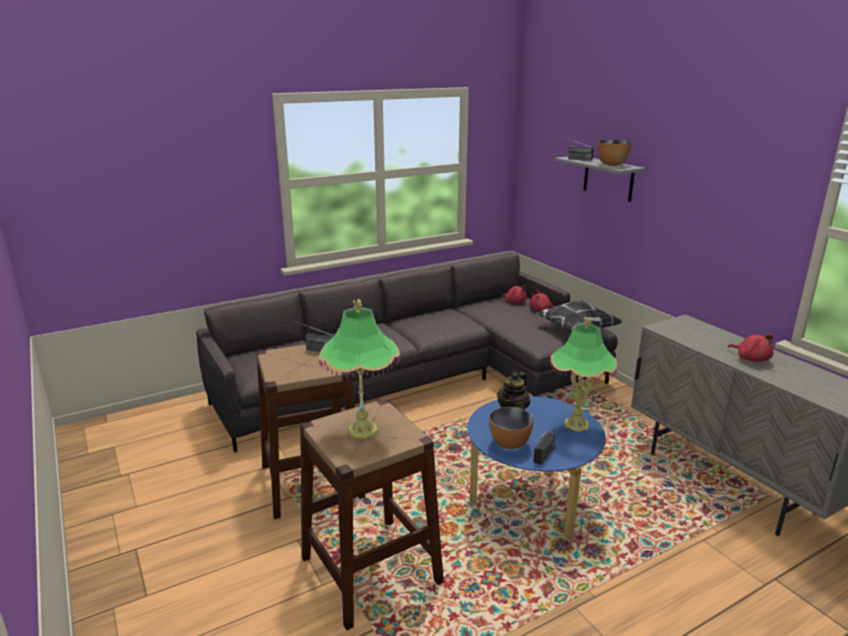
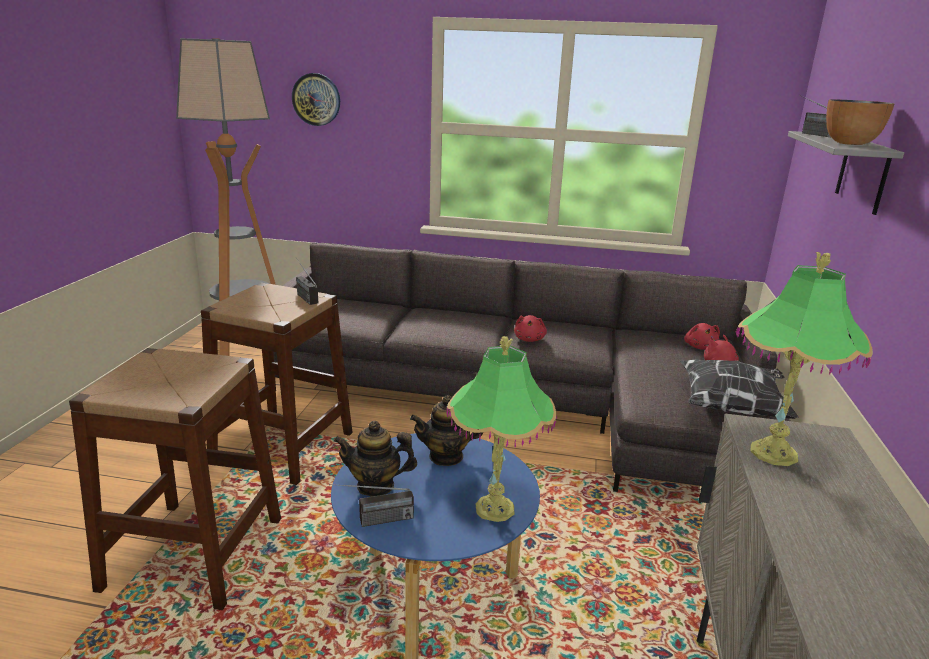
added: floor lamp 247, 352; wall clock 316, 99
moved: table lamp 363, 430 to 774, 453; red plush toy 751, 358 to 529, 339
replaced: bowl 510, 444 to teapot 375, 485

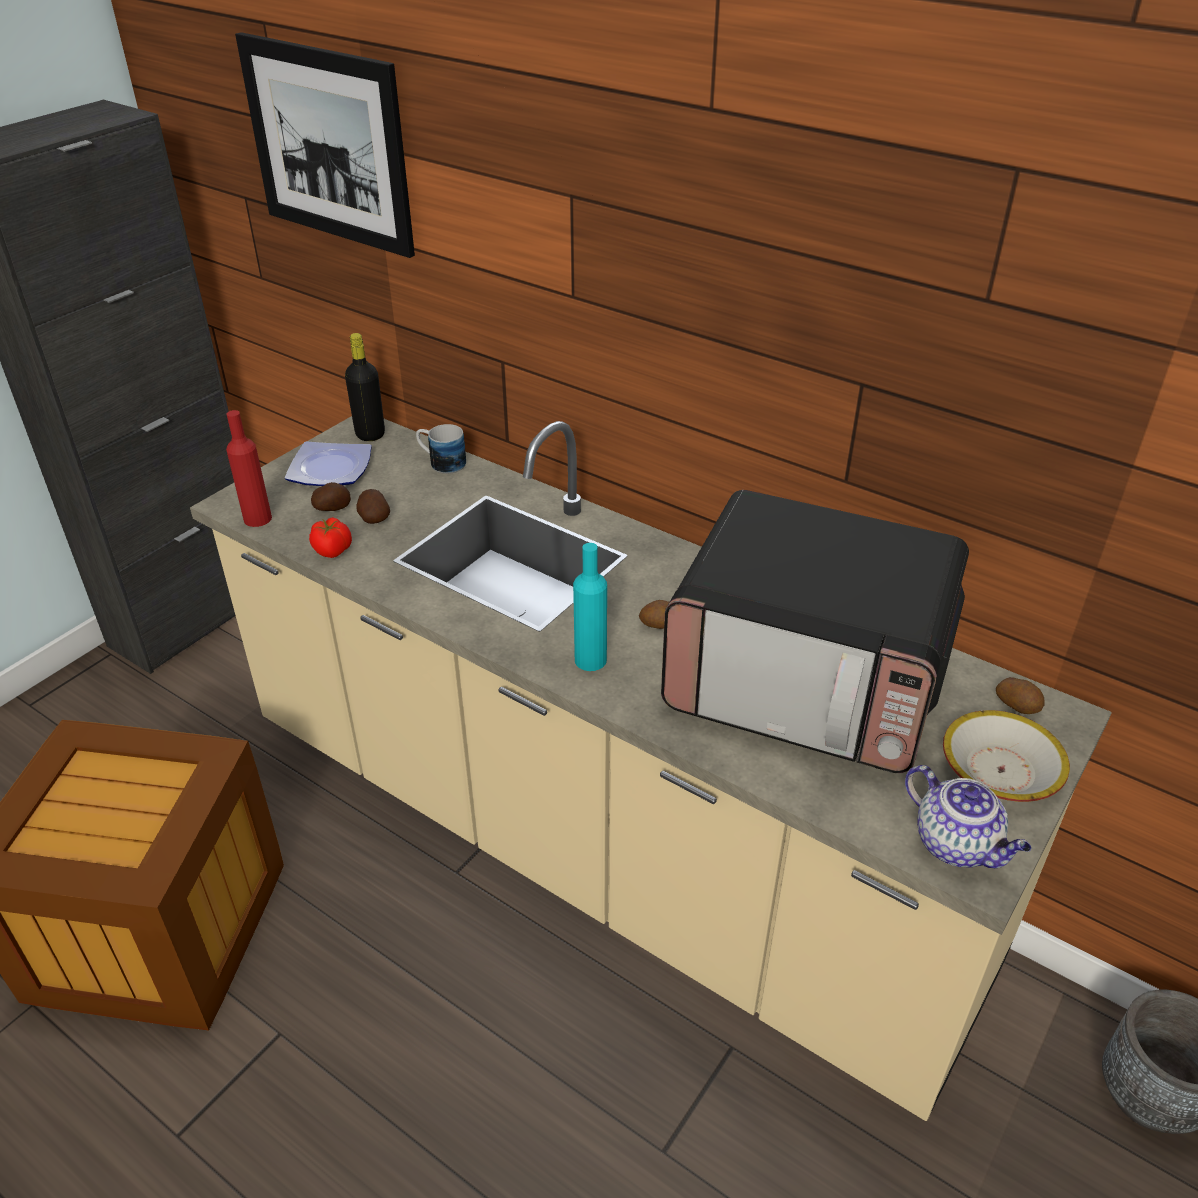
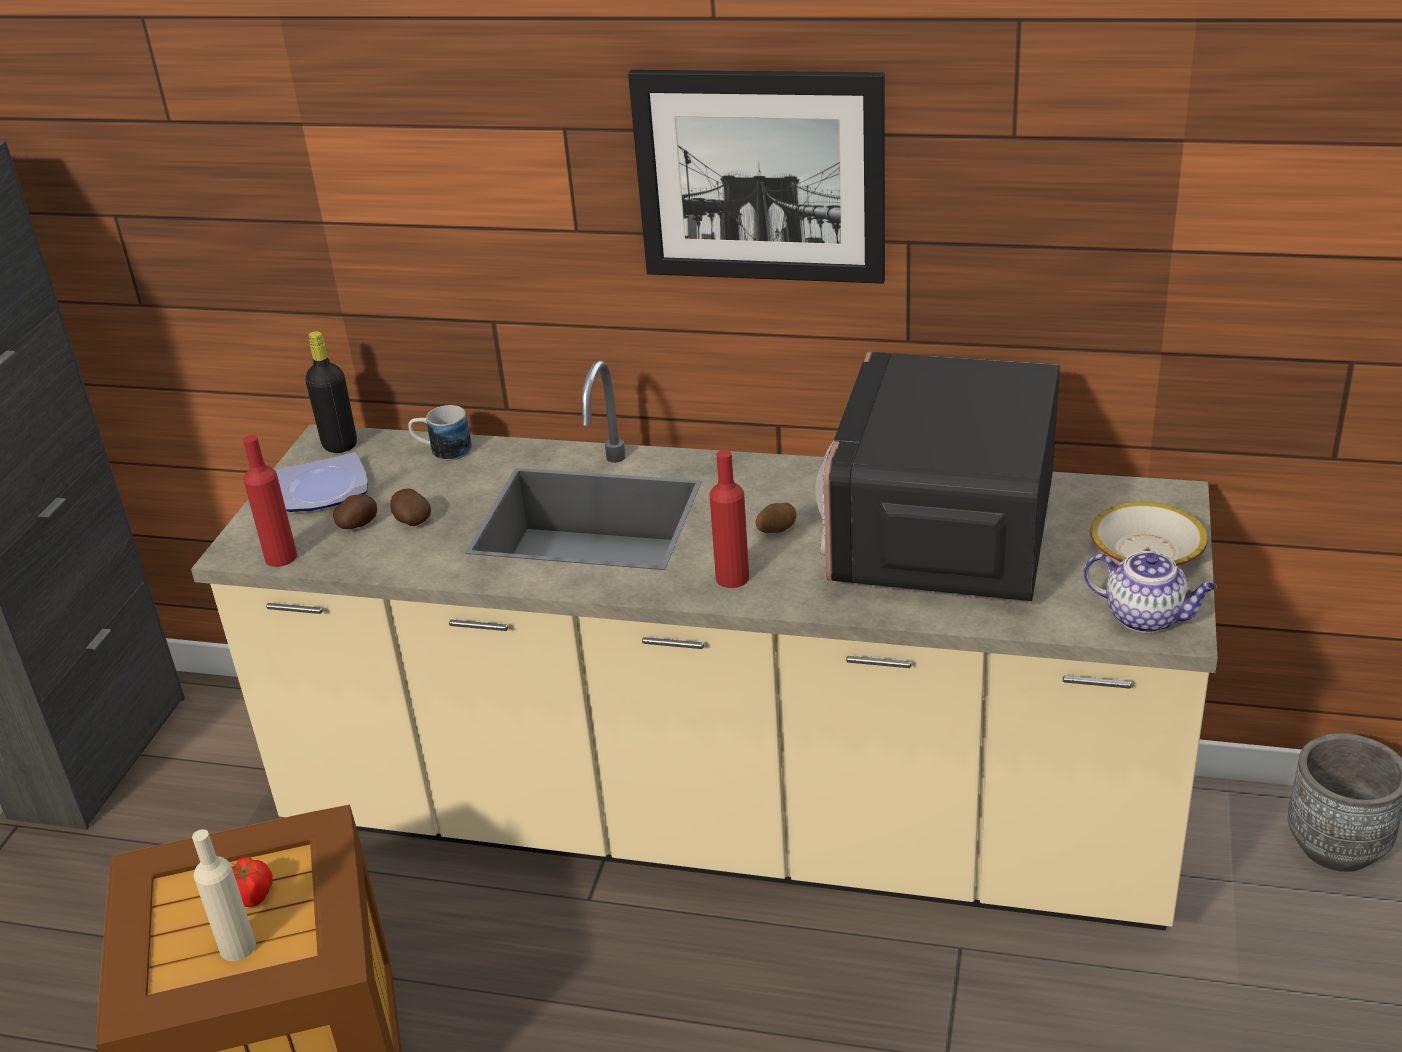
removed: potato 1017, 705
added: beige bottle 237, 947
moved: picture 328, 145 to 760, 177; tomato 333, 551 to 252, 896
recoloured: turquoise bottle 590, 660 to red bottle 732, 578
turned: microwave 808, 682 = 943, 535 105 degrees clockwise

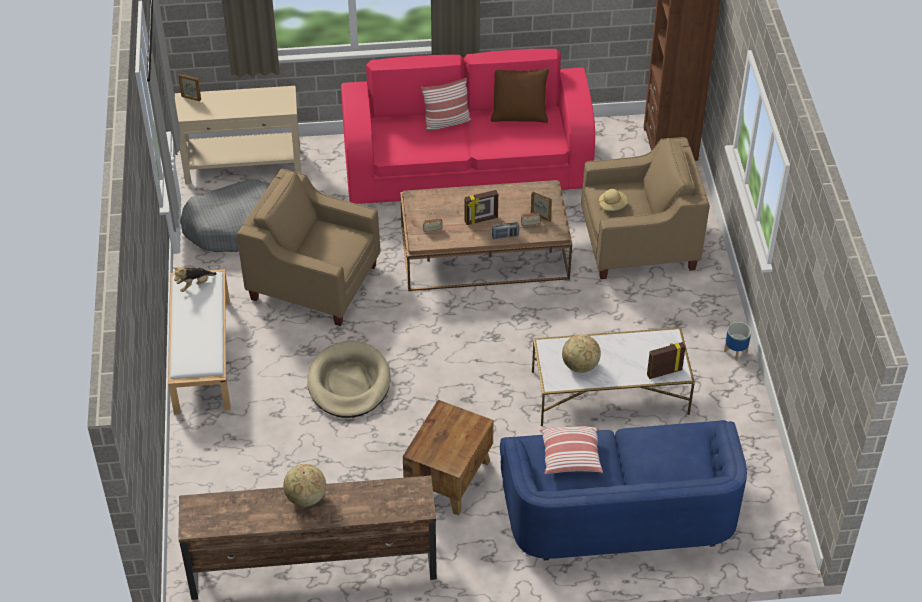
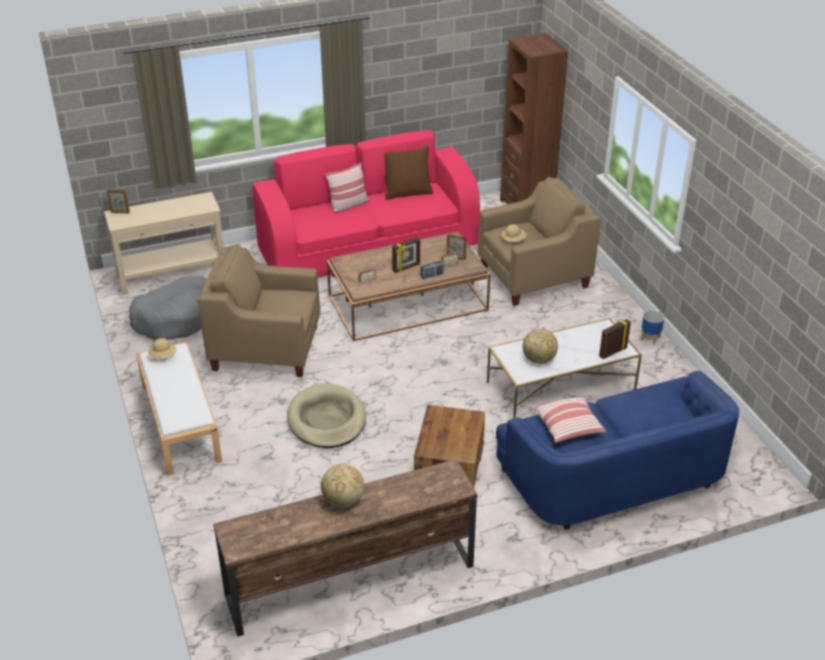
replaced: plush toy 194, 285 to beige hat 163, 356

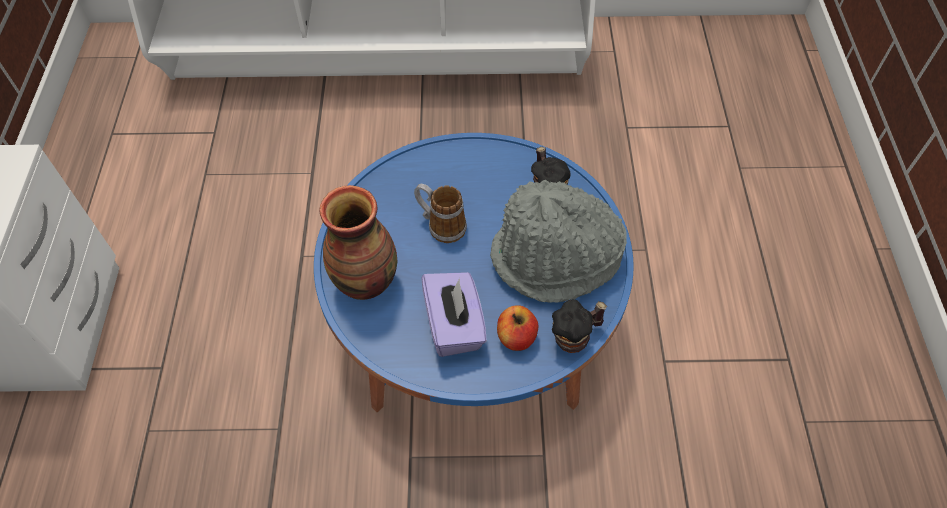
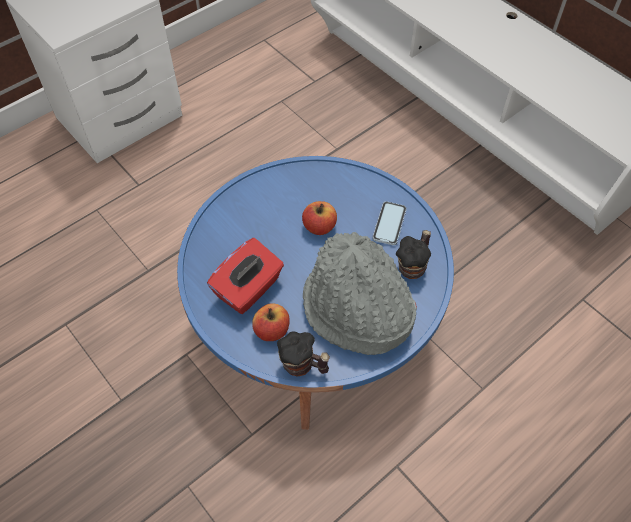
removed: vase 367, 280
added: phone 389, 224
replaced: mug 440, 225 to apple 319, 227
recoloured: purple tissue box 454, 326 to red tissue box 249, 289

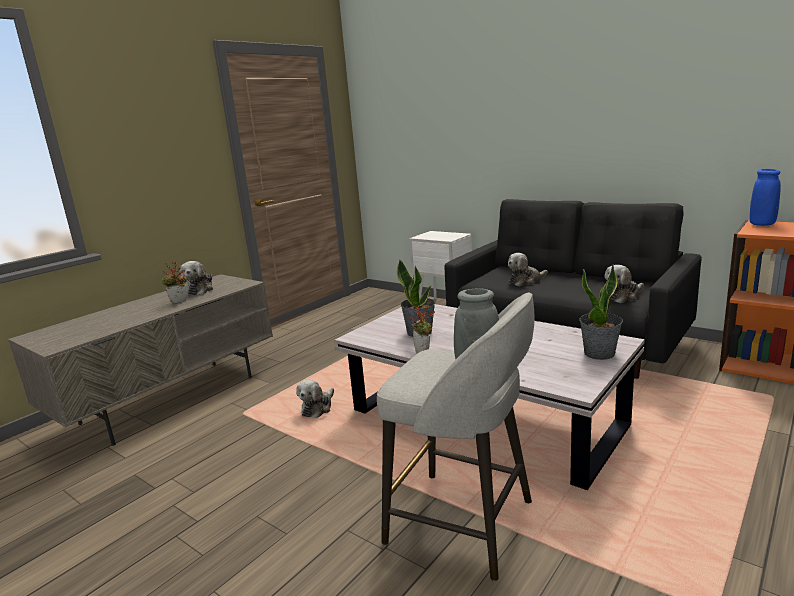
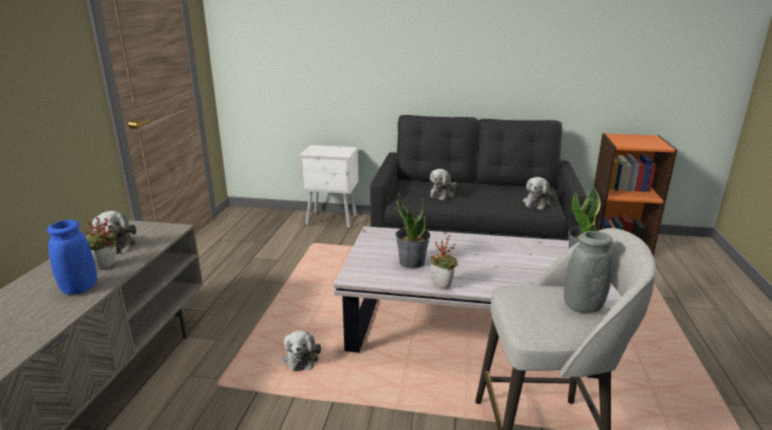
moved: blue vase 762, 224 to 80, 288

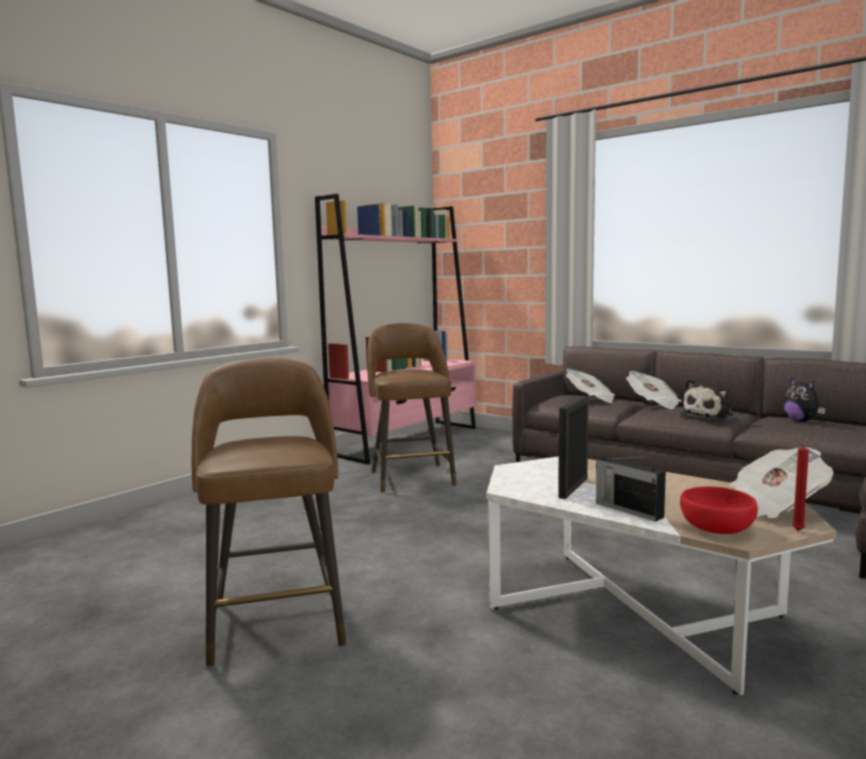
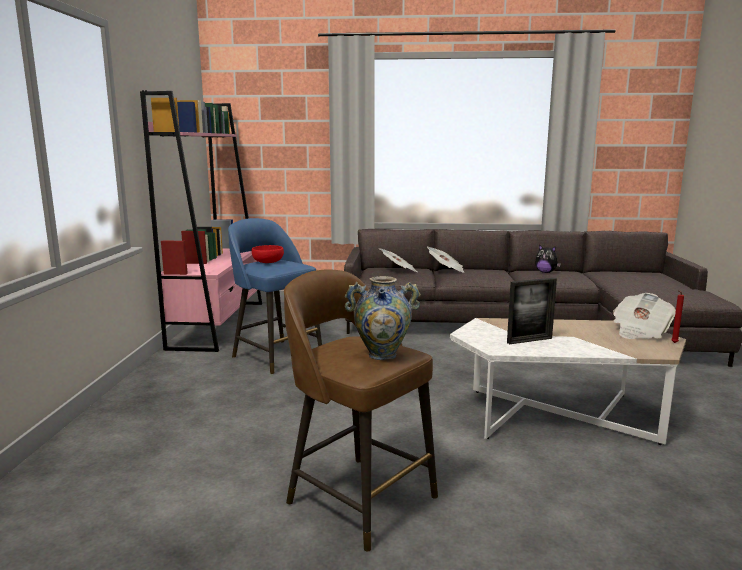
removed: radio 627, 509; plush toy 710, 416
added: vase 382, 355
moved: red bowl 715, 528 to 267, 262
recoloured: brown stool 411, 477 to blue stool 276, 356
turned: picture frame 573, 488 = 529, 340 105 degrees counterclockwise

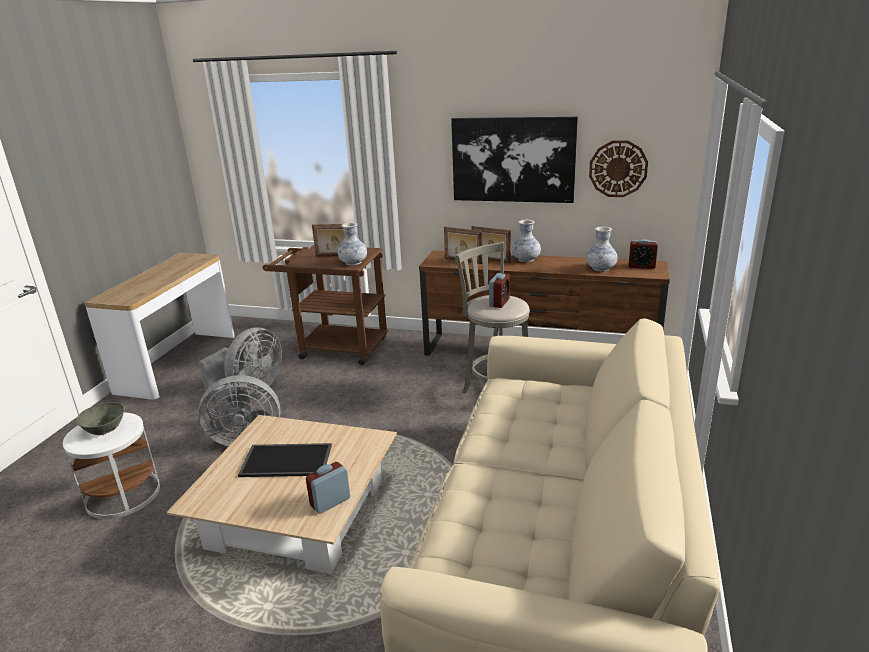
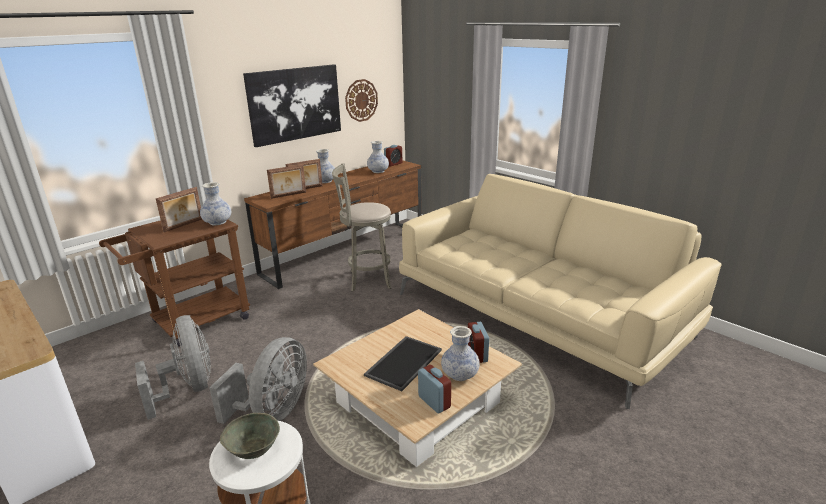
added: vase 460, 374
moved: alarm clock 499, 303 to 434, 402

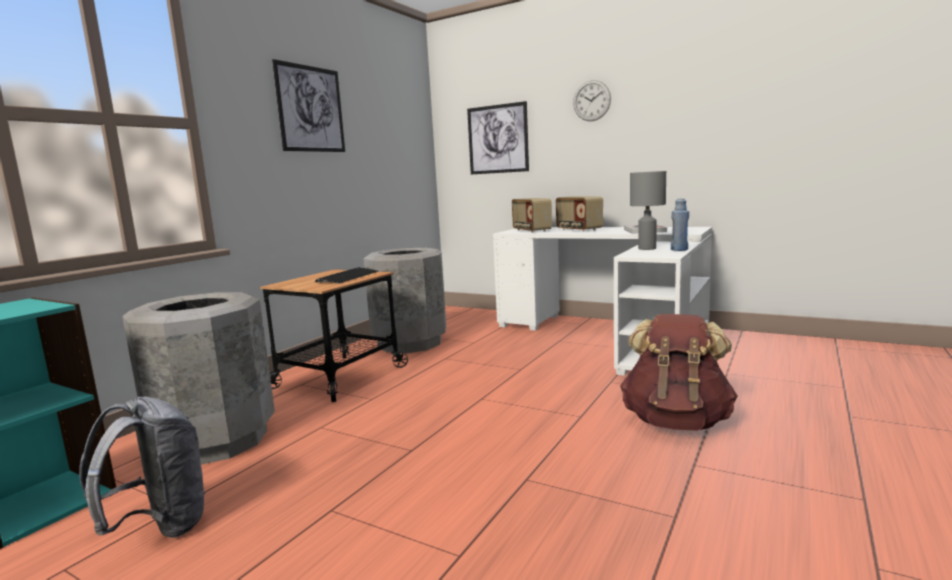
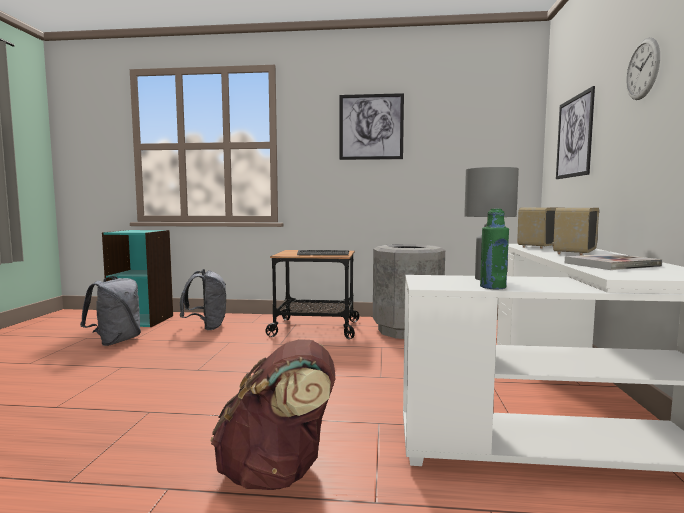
replaced: grey trash can 214, 441 to grey backpack 206, 327
recoloured: blue bottle 679, 249 to green bottle 493, 287

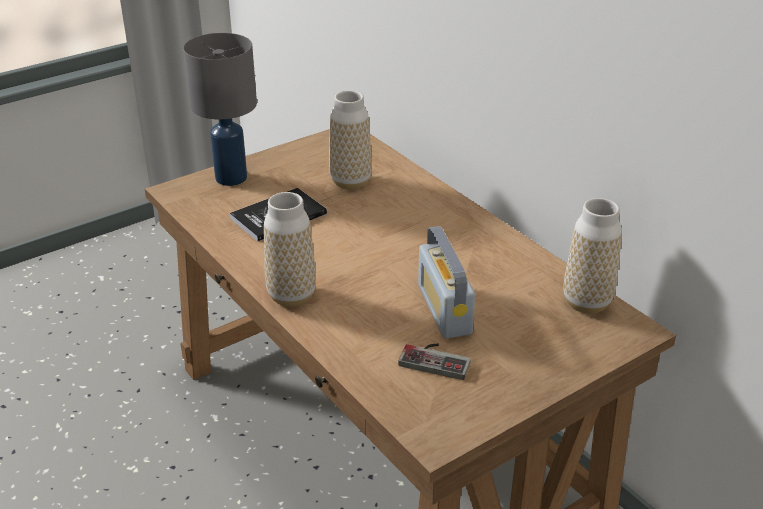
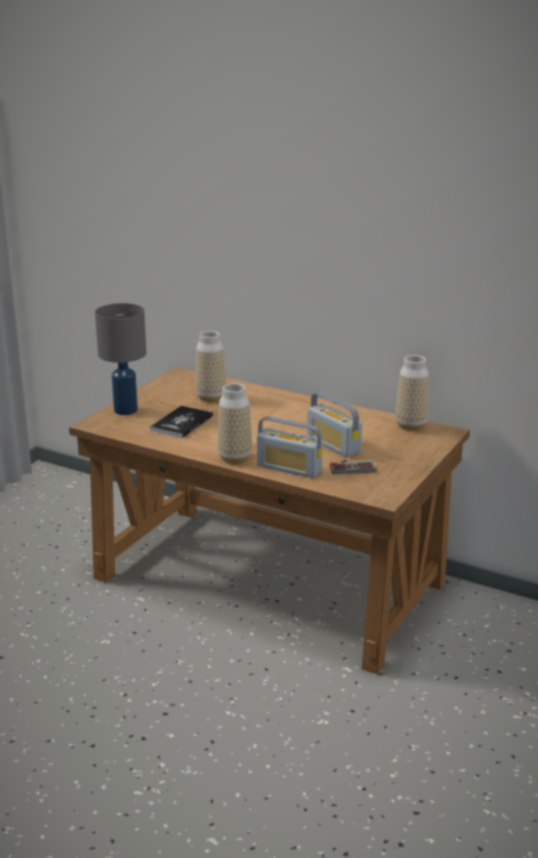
added: radio 289, 468

